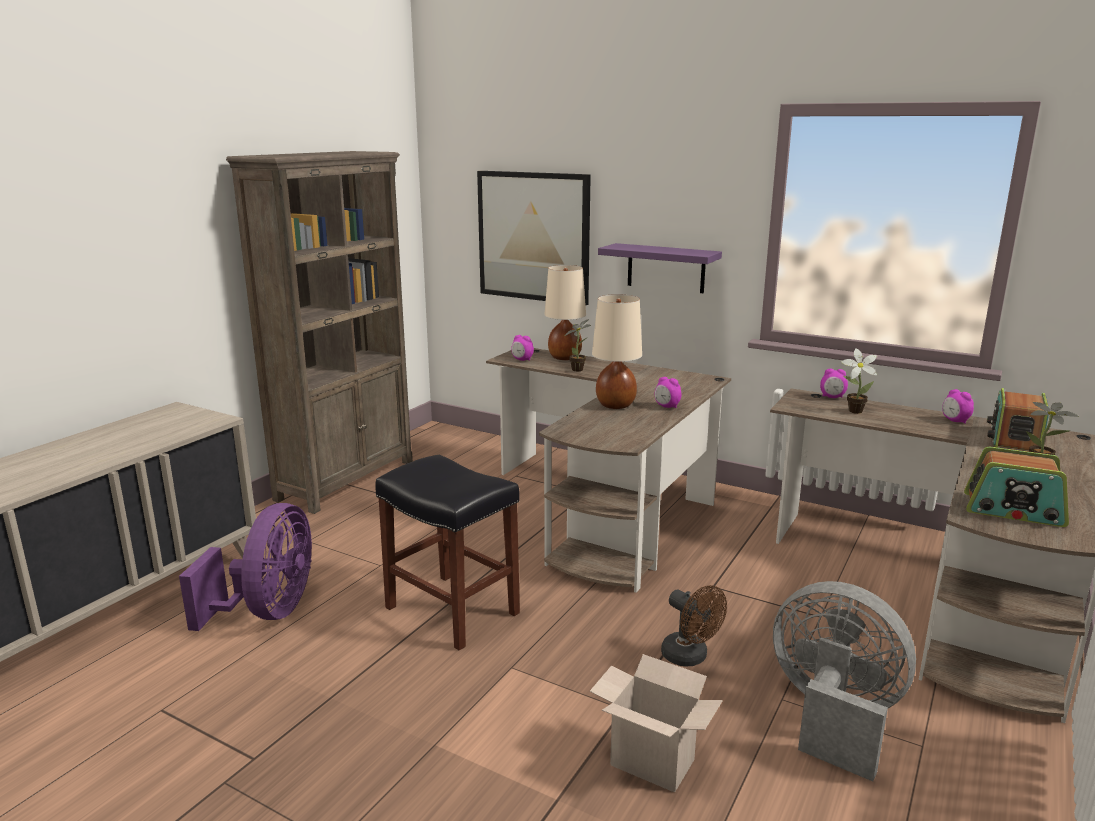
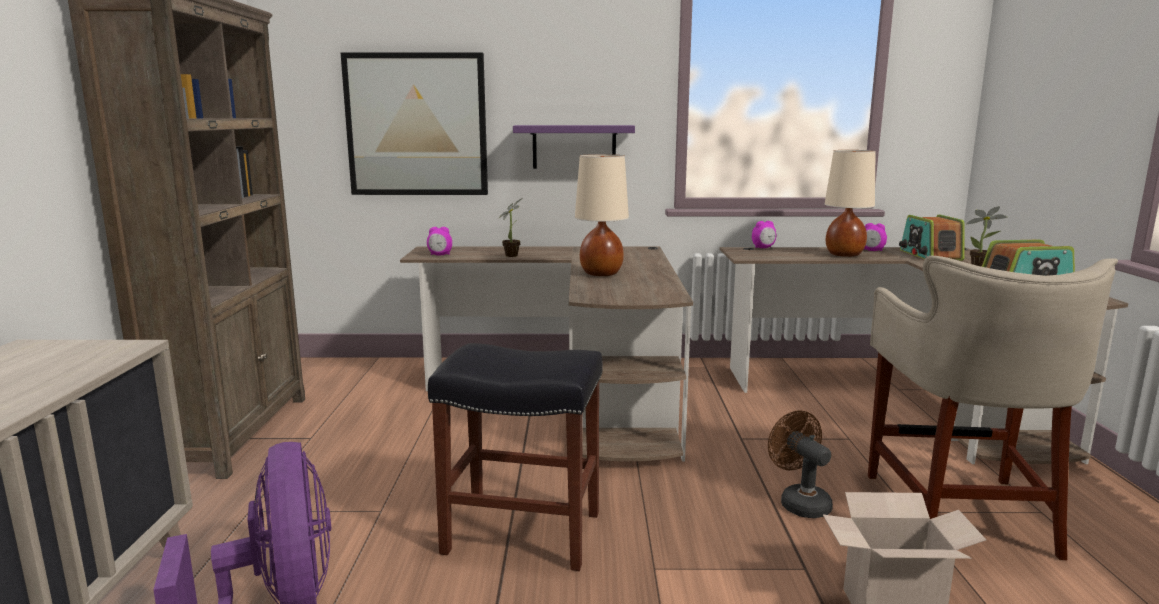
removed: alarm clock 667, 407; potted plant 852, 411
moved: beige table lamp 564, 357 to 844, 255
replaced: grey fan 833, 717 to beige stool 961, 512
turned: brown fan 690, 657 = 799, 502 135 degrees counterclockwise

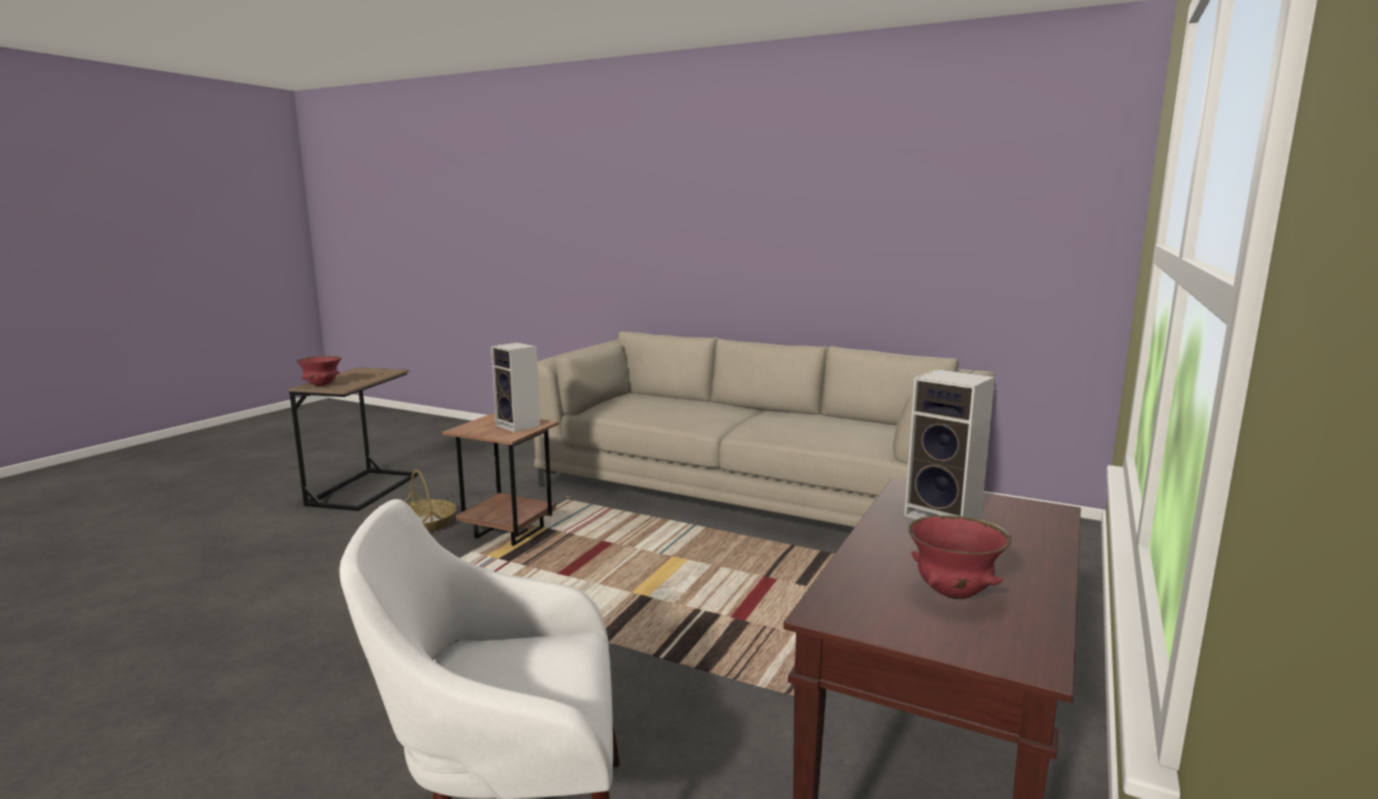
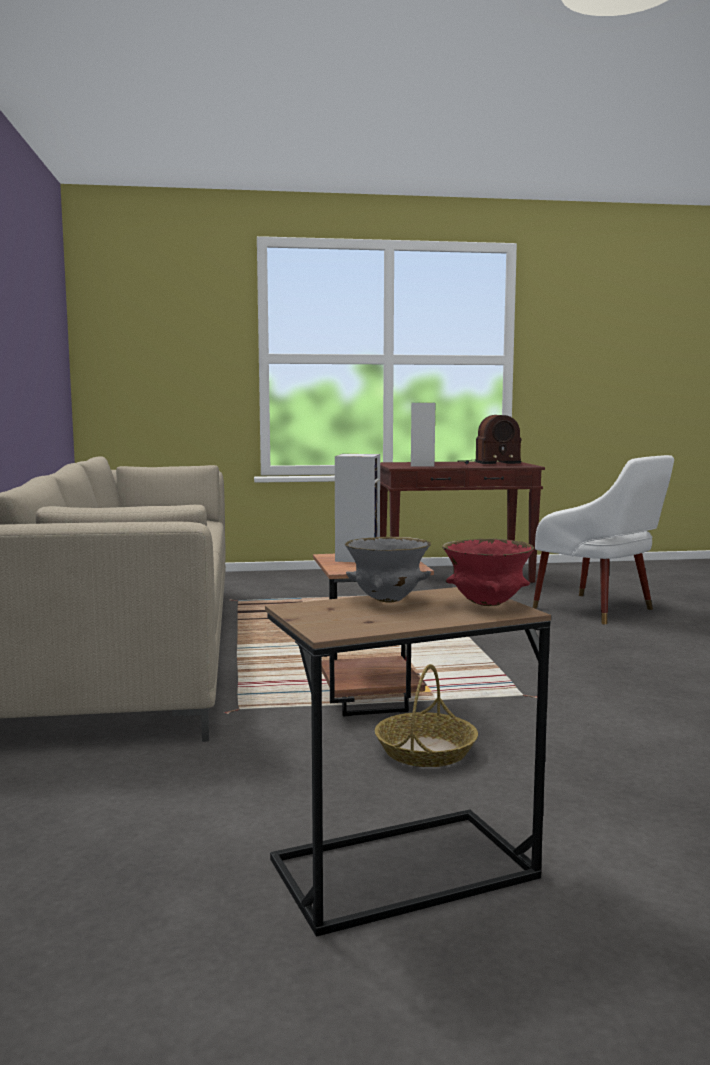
added: grey bowl 388, 600
replaced: red bowl 954, 594 to radio 487, 463

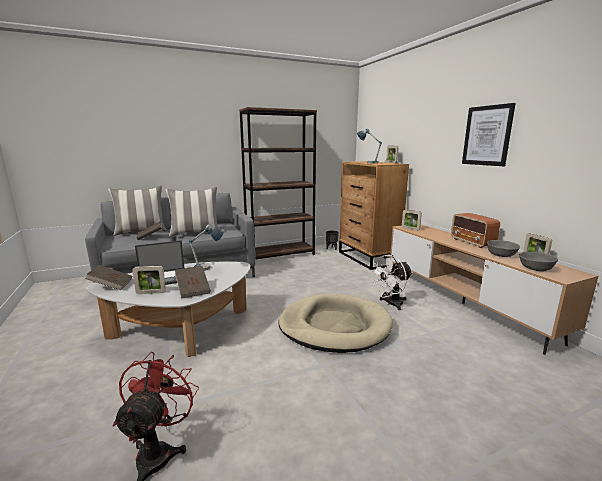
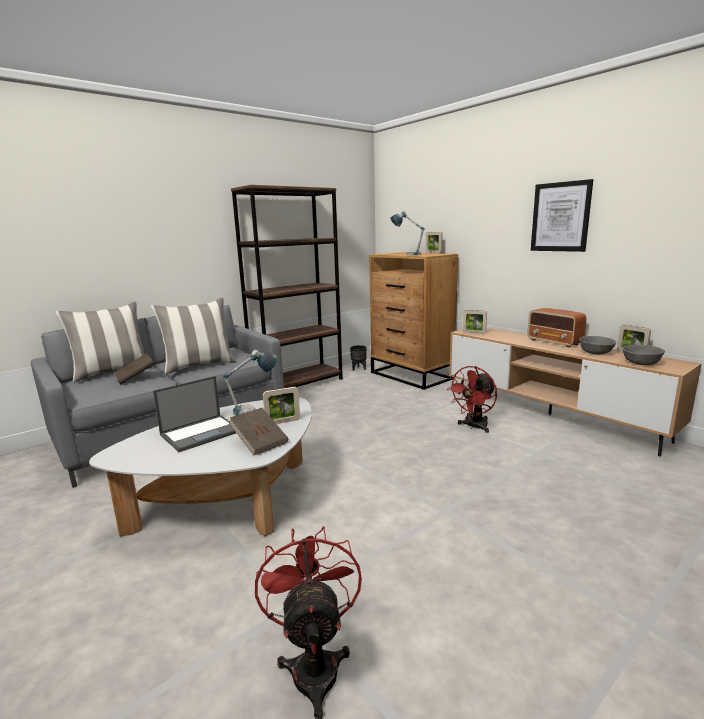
removed: brown book 111, 285; beige dog bed 334, 326
moved: picture frame 151, 292 to 283, 422
recoloured: white fan 391, 304 to red fan 474, 427

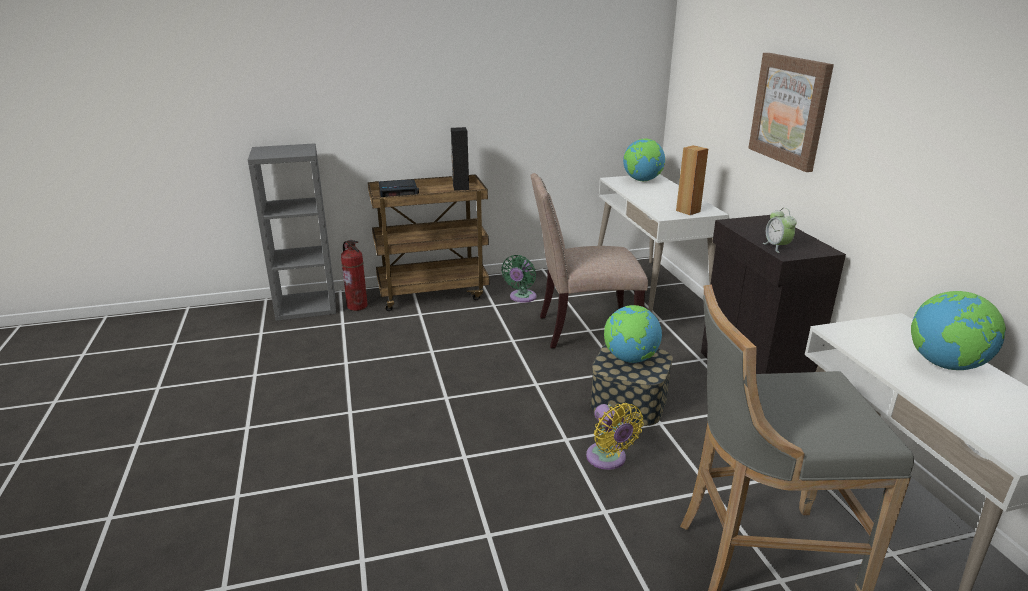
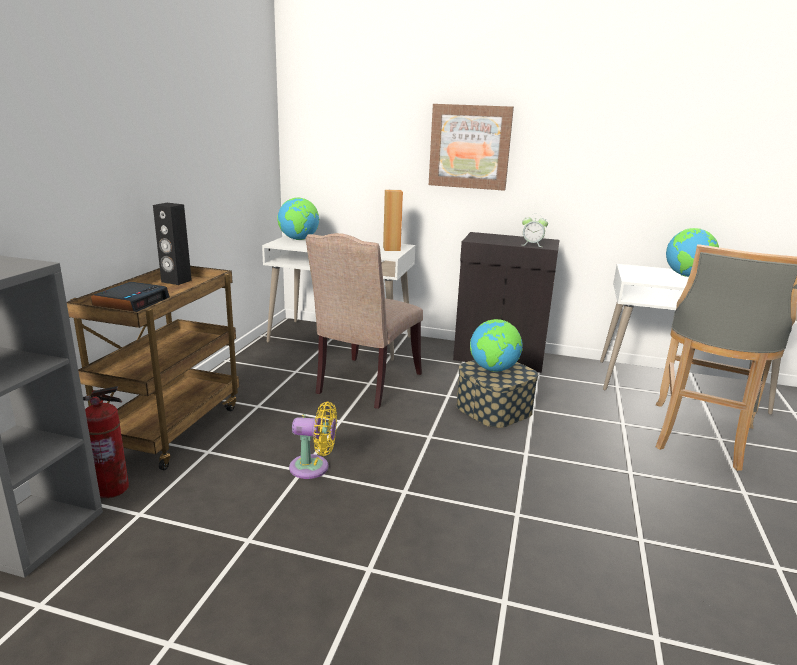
removed: green fan 521, 298
moved: yellow fan 608, 459 to 313, 468

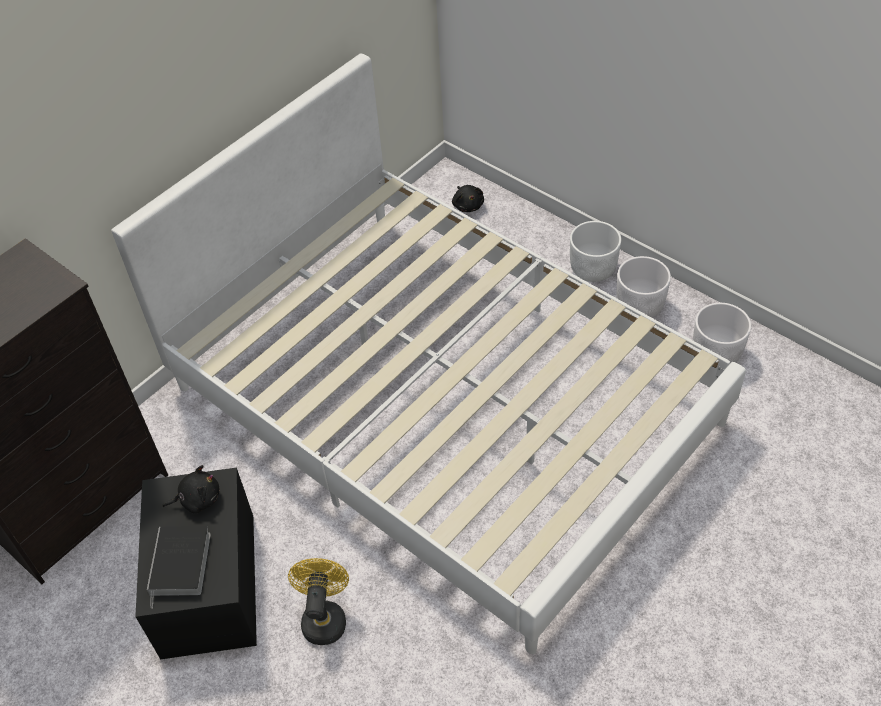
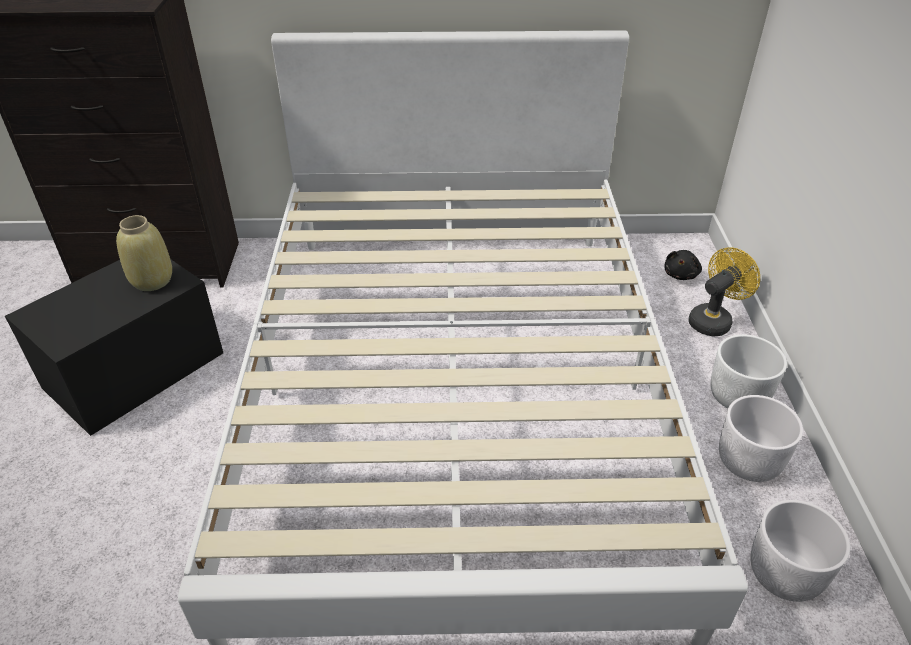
removed: book 181, 565
moved: yellow fan 324, 617 to 713, 320
replaced: black plush toy 197, 499 to beige vase 152, 280

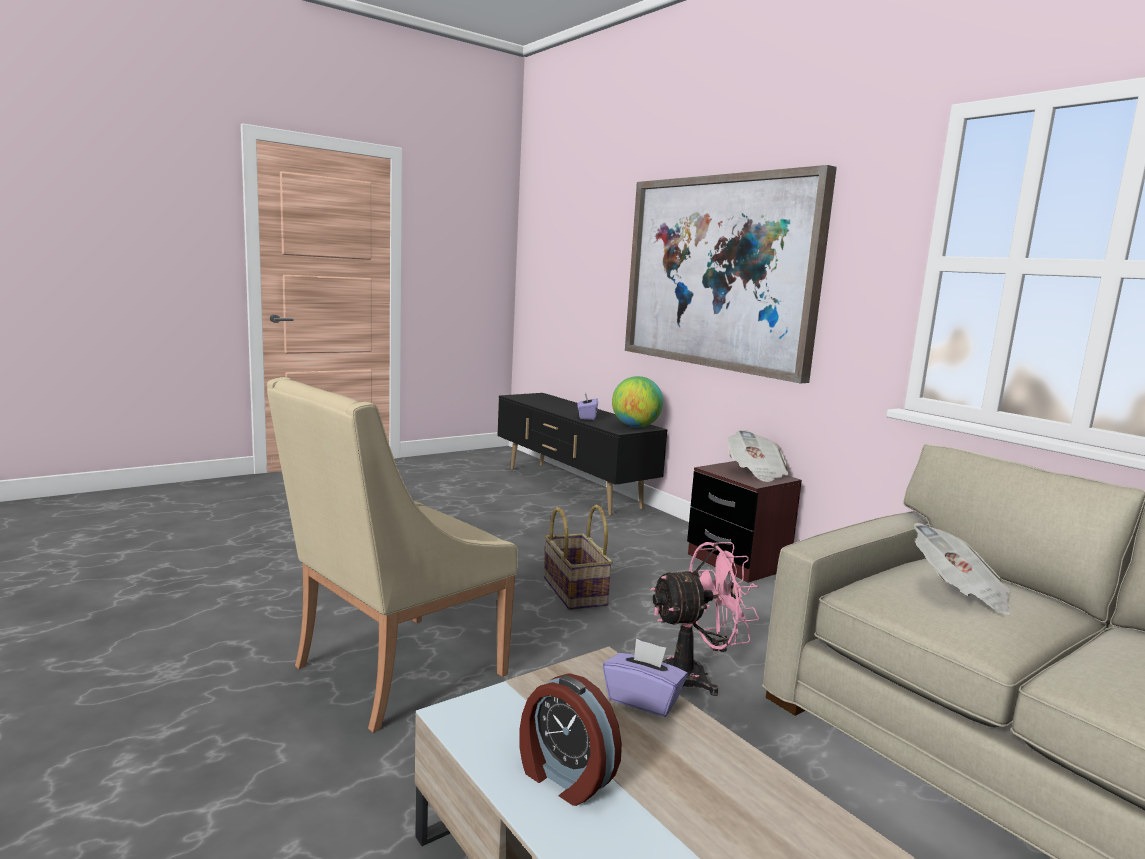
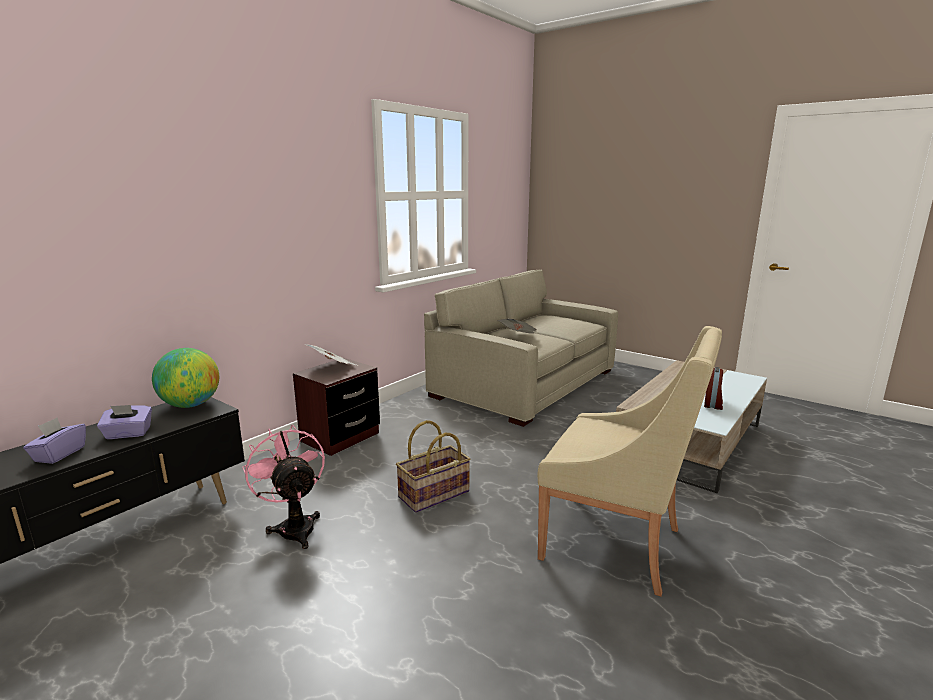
removed: picture 719, 272
moved: purple tissue box 643, 700 to 59, 454; pink fan 694, 676 to 294, 526

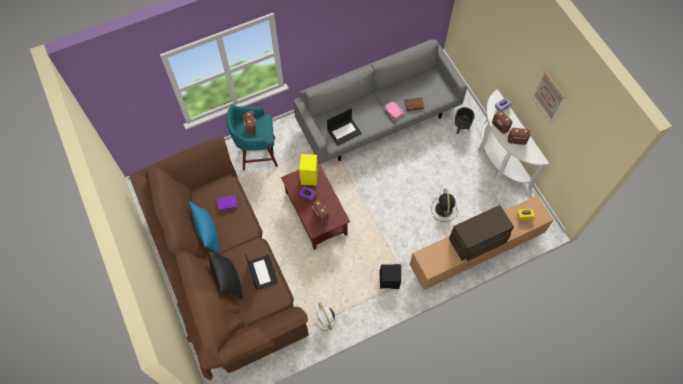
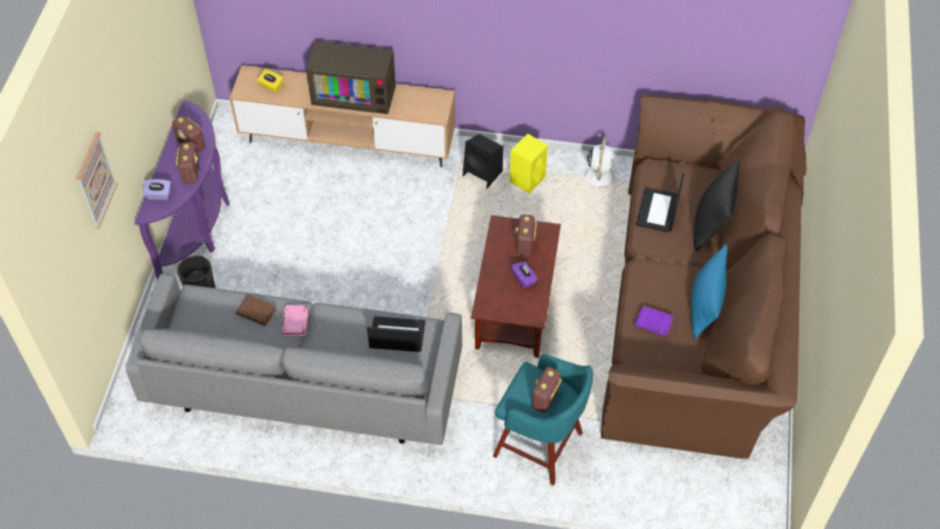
removed: black fan 444, 210
moved: yellow speaker 309, 177 to 528, 179; picture 549, 96 to 95, 180
recoloured: white console table 498, 159 to purple console table 198, 225

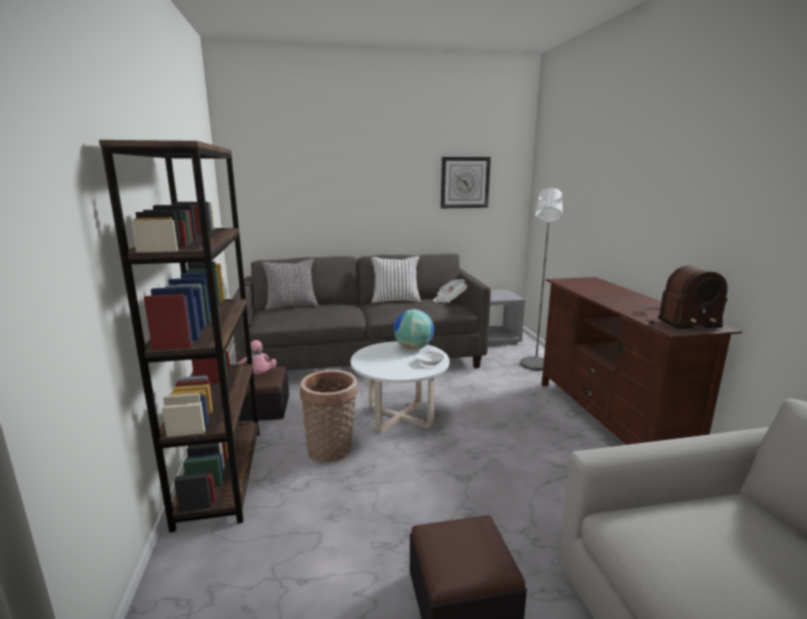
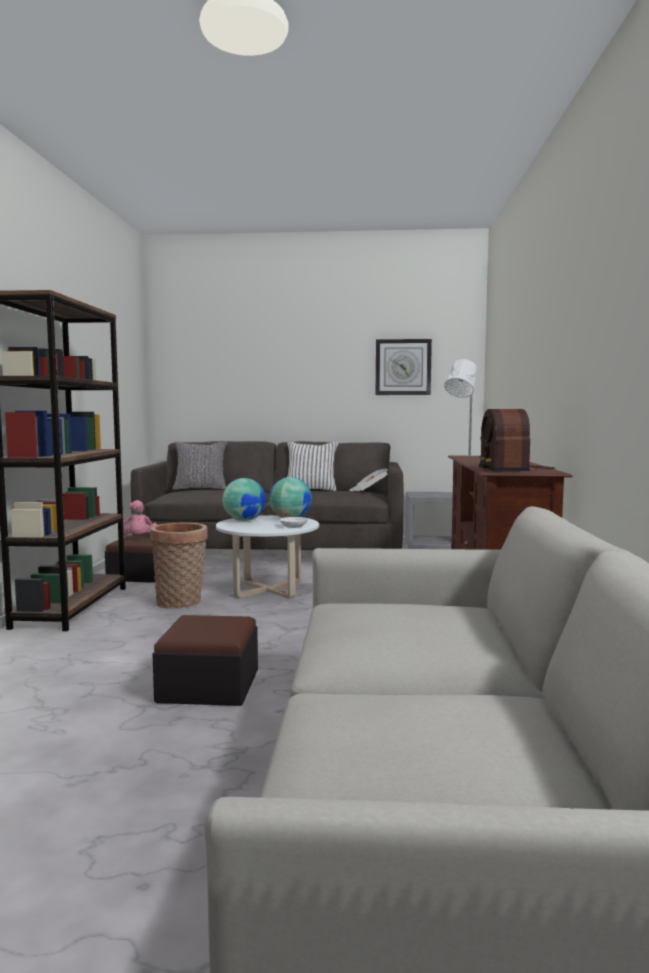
added: globe 244, 520
turned: radio 673, 321 = 512, 469 75 degrees clockwise

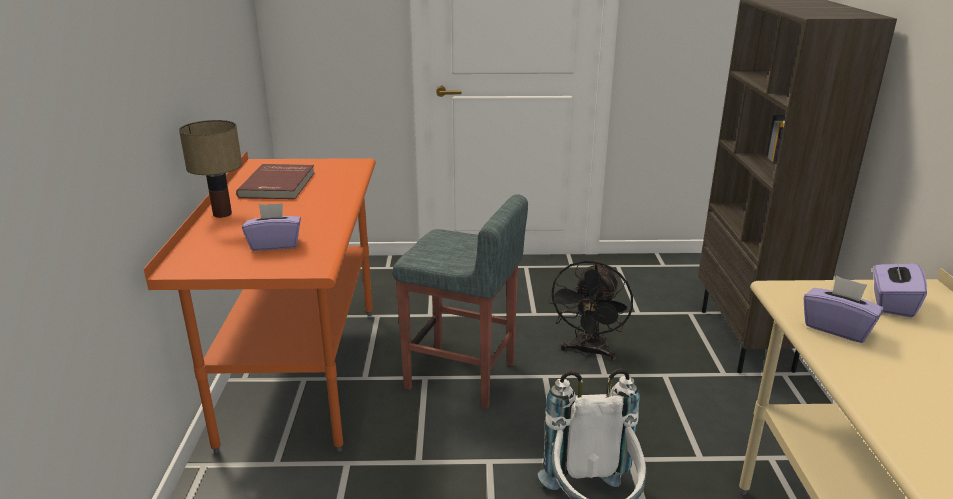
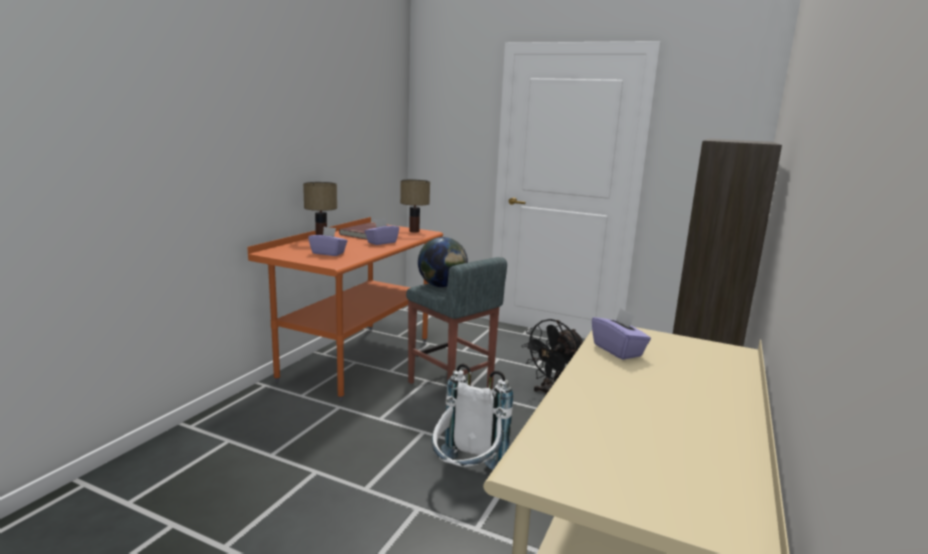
added: table lamp 414, 231; globe 442, 286
moved: purple tissue box 891, 303 to 381, 242

